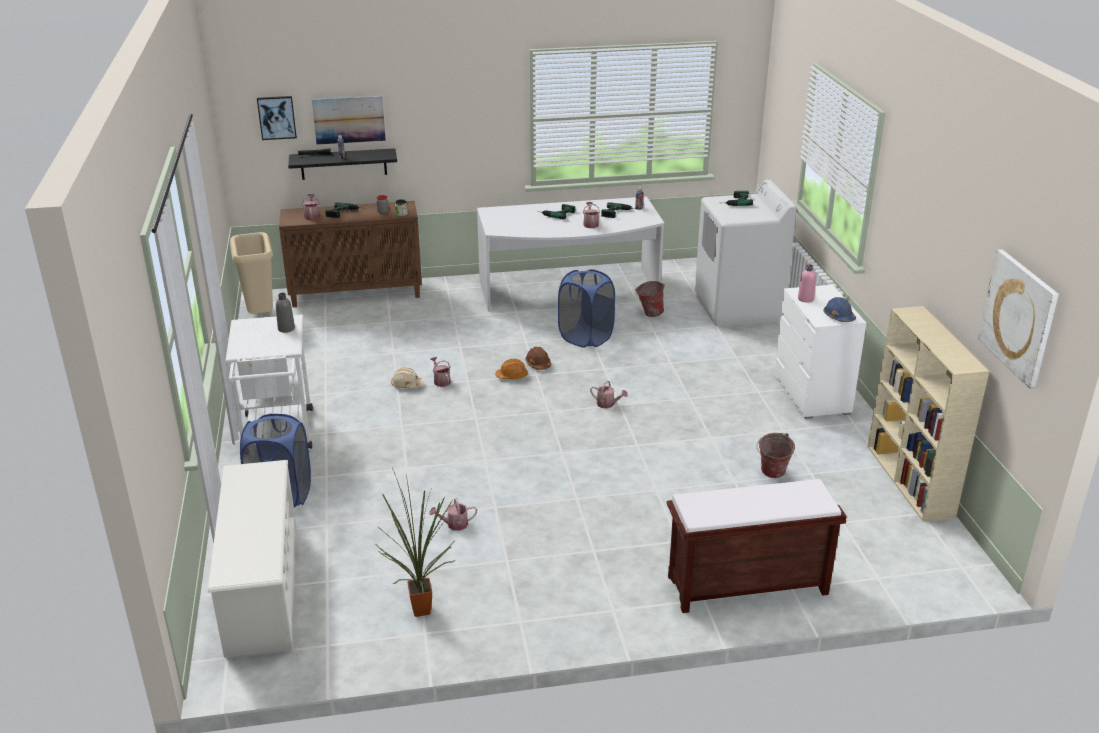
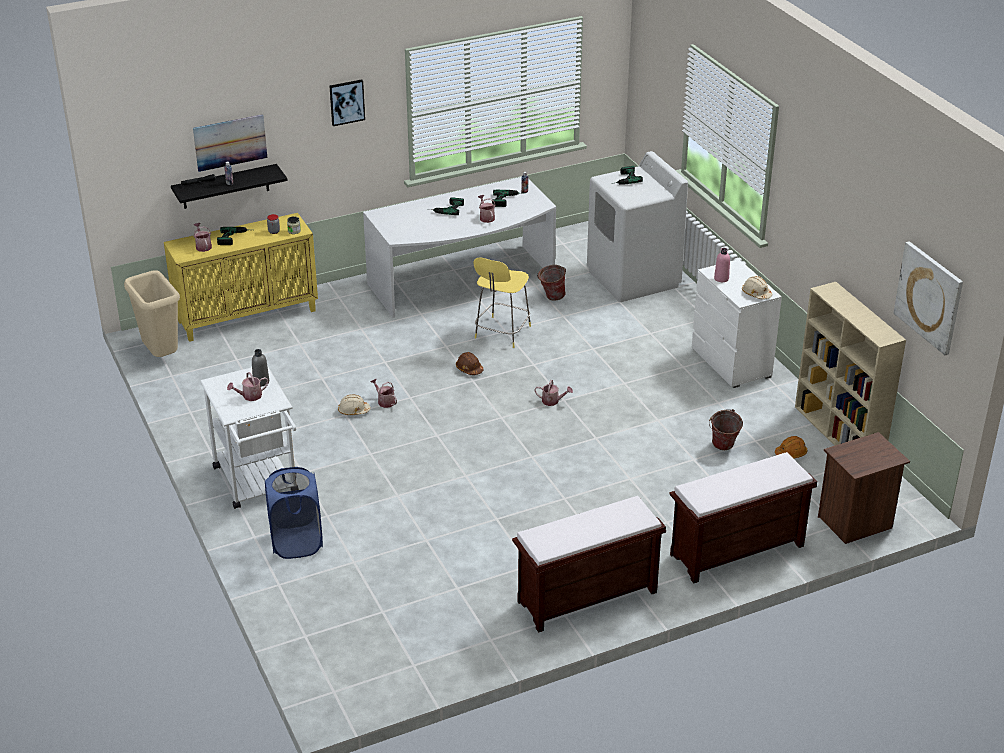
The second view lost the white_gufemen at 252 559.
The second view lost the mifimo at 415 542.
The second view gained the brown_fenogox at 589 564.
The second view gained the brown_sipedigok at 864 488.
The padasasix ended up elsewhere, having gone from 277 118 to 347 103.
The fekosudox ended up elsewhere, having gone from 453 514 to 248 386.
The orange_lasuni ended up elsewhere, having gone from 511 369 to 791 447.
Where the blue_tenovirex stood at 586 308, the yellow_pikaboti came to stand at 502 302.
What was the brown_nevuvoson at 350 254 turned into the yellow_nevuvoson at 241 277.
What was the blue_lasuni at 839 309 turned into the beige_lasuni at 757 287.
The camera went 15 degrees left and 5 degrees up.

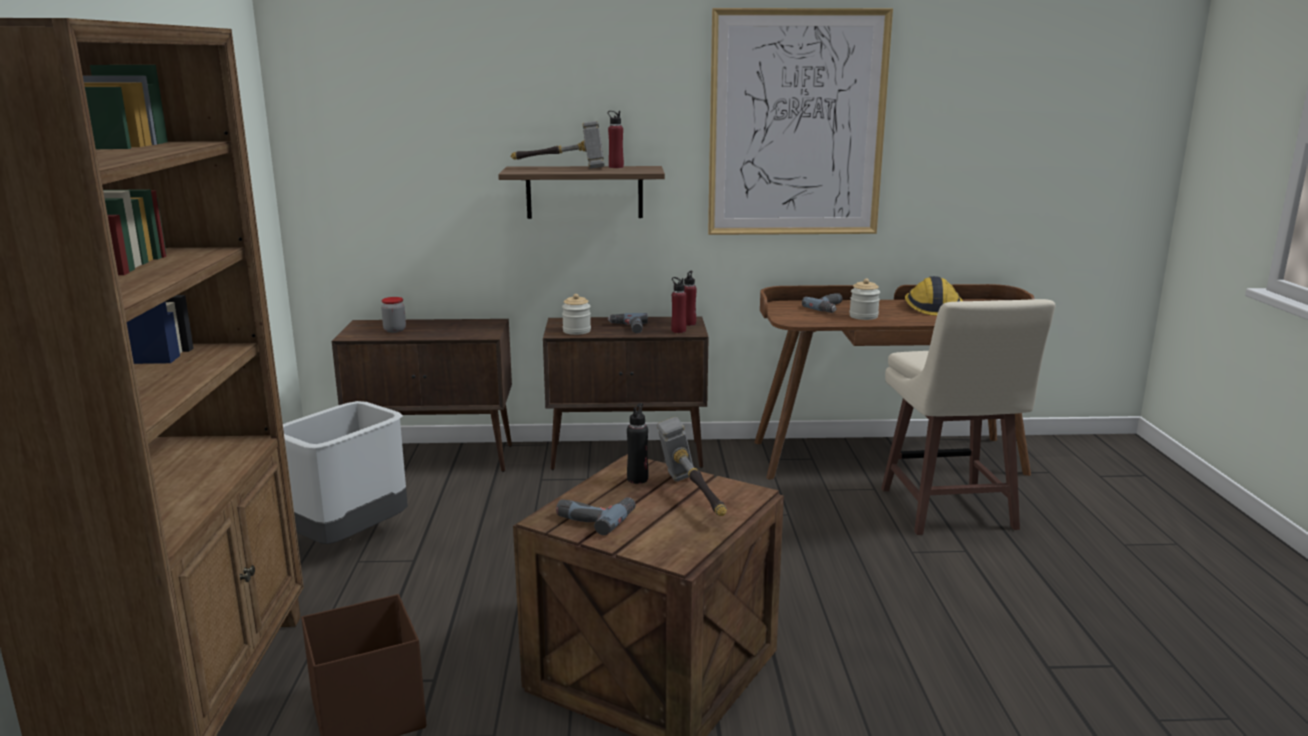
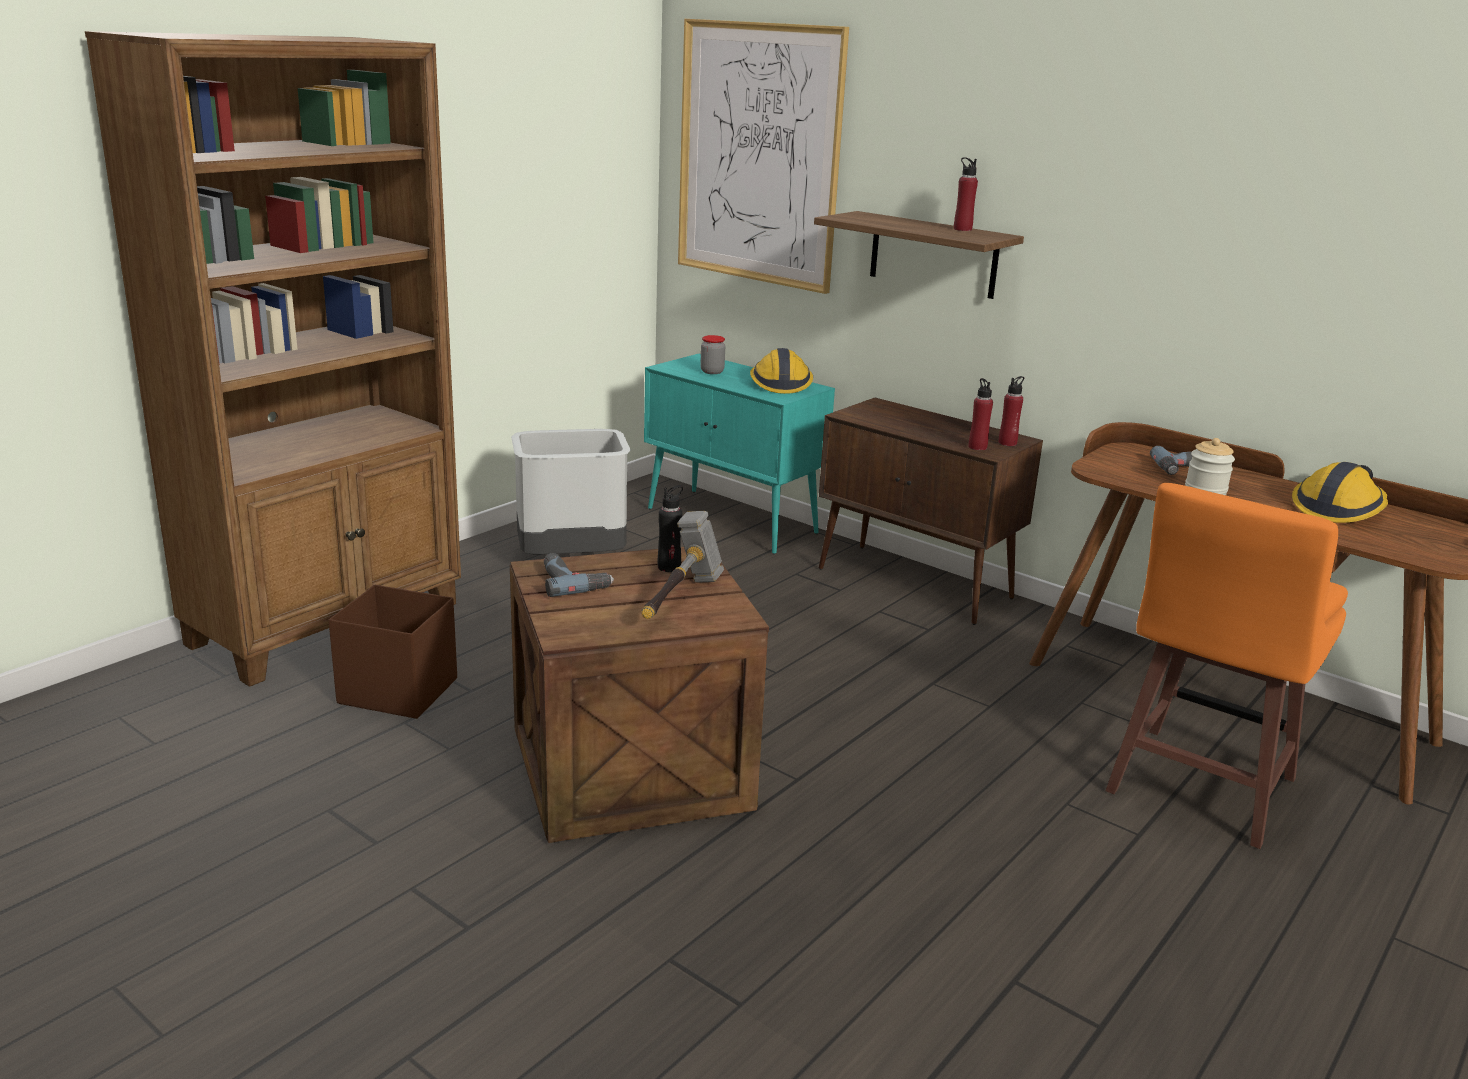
The second view lost the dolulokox at 557 144.
The second view lost the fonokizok at 576 314.
The second view lost the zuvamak at 628 323.
The second view gained the lasuni at 781 371.
The padasasix ended up elsewhere, having gone from 800 121 to 763 156.
What was the brown_nevuvoson at 422 395 turned into the turquoise_nevuvoson at 739 454.
What was the beige_pikaboti at 968 417 turned into the orange_pikaboti at 1226 666.
The camera went 40 degrees right and 5 degrees up.

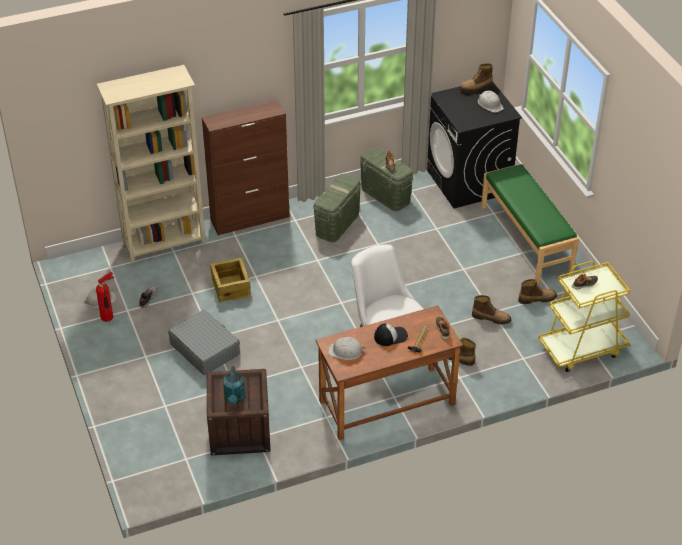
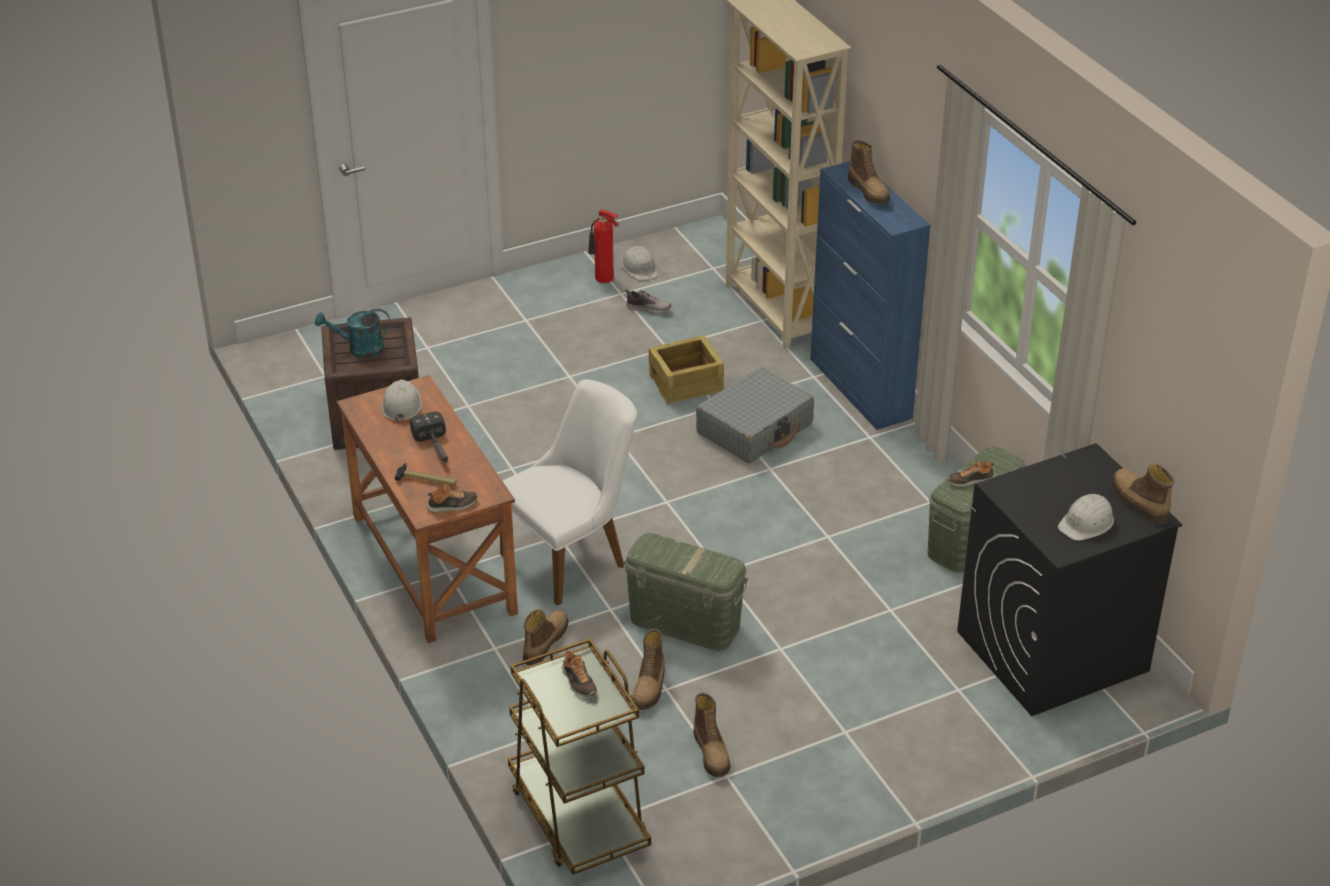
The second view lost the green_fenogox at 530 223.
The second view gained the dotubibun at 869 172.
The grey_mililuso ended up elsewhere, having gone from 204 342 to 755 415.
The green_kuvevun ended up elsewhere, having gone from 337 208 to 685 592.
Where the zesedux stood at 391 334, the dolulokox came to stand at 429 437.
What was the brown_nevuvoson at 245 167 turned into the blue_nevuvoson at 870 295.
What was the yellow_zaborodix at 584 316 turned into the brown_zaborodix at 579 756.
The camera went 85 degrees right and 5 degrees down.

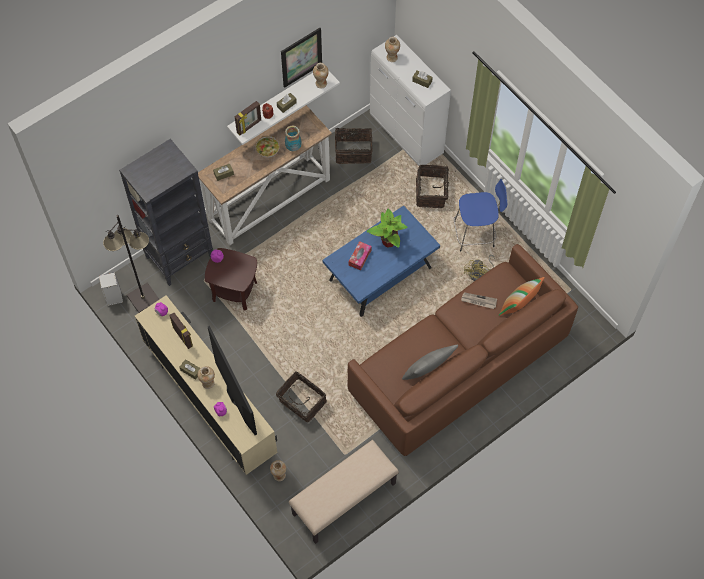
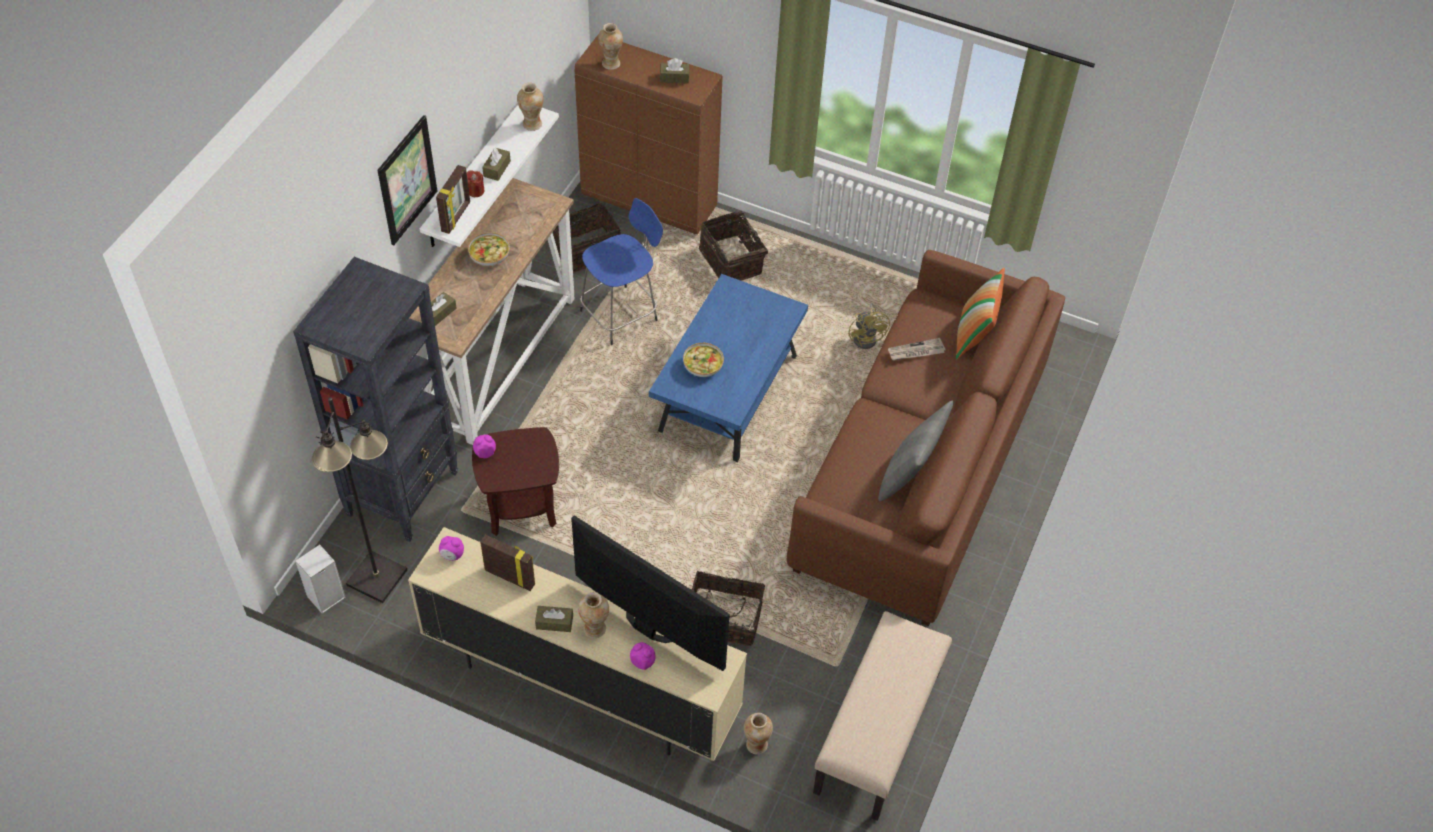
The second view lost the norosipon at 293 138.
The second view lost the mifimo at 387 228.
The padasasix ended up elsewhere, having gone from 301 58 to 407 180.
The blue_pikaboti ended up elsewhere, having gone from 480 215 to 621 271.
Where the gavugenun stood at 360 255, the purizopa came to stand at 703 360.
What was the white_nevuvoson at 410 100 turned into the brown_nevuvoson at 649 135.
The camera went 30 degrees left and 10 degrees down.

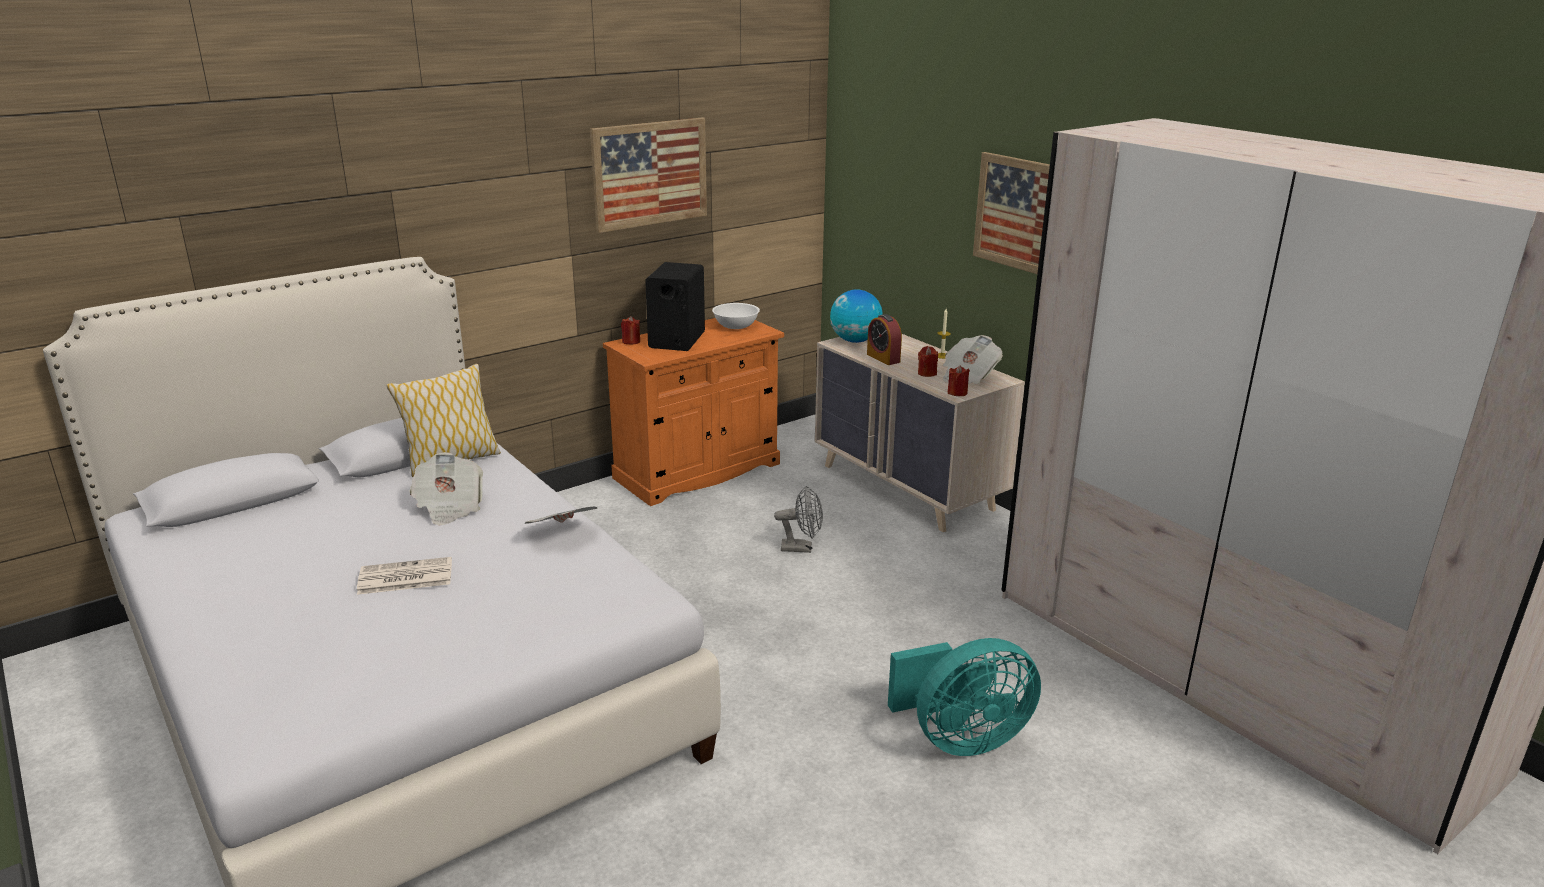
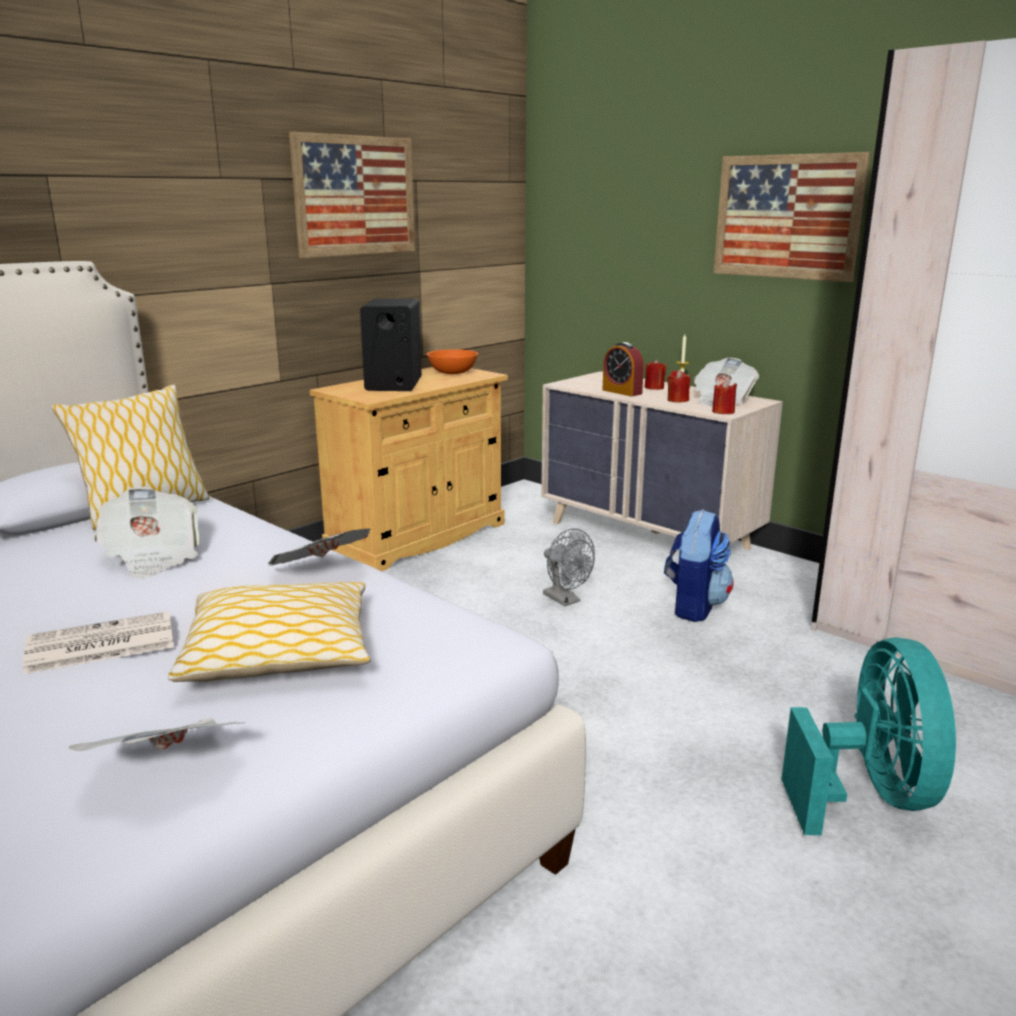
The second view lost the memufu at 856 316.
The second view gained the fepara at 153 734.
The second view gained the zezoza at 269 632.
The second view gained the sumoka at 699 565.
The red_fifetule ended up elsewhere, having gone from 630 330 to 655 375.
What was the orange_nevuvoson at 693 412 turned into the beige_nevuvoson at 408 469.
What was the white_purizopa at 736 316 turned into the orange_purizopa at 452 361.
The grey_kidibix at 798 519 ended up facing another way, 60 degrees clockwise from before.
The turquoise_kidibix at 964 697 ended up facing another way, 60 degrees counterclockwise from before.
The camera went 10 degrees left and 5 degrees down.

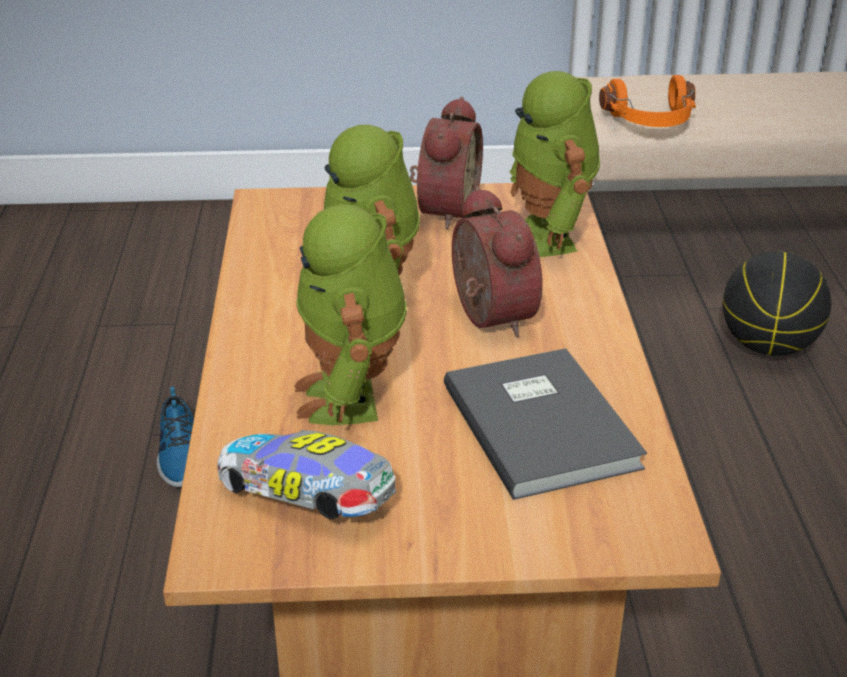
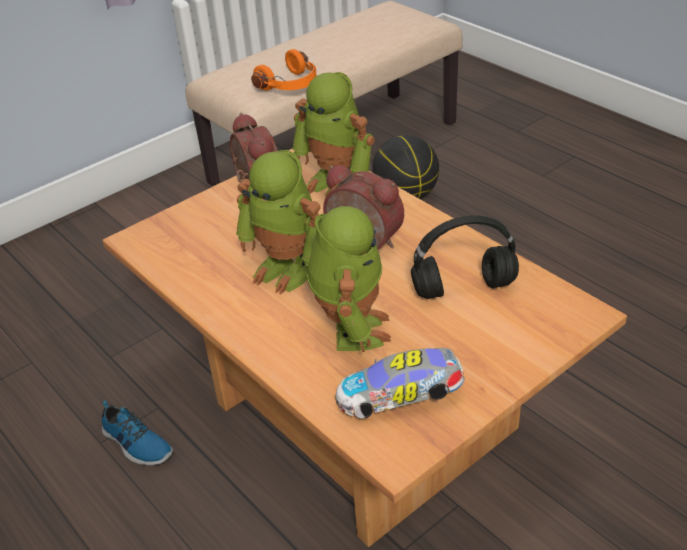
Where the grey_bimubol stood at 545 424, the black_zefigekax came to stand at 465 257.
The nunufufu at 351 314 ended up facing another way, 135 degrees counterclockwise from before.
The camera went 35 degrees left and 5 degrees up.

